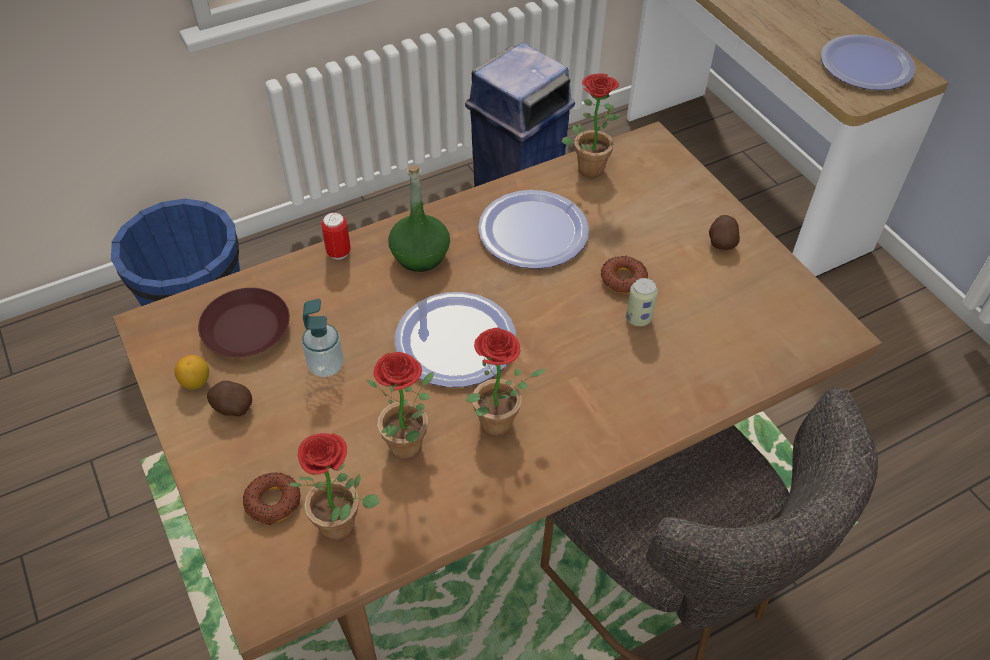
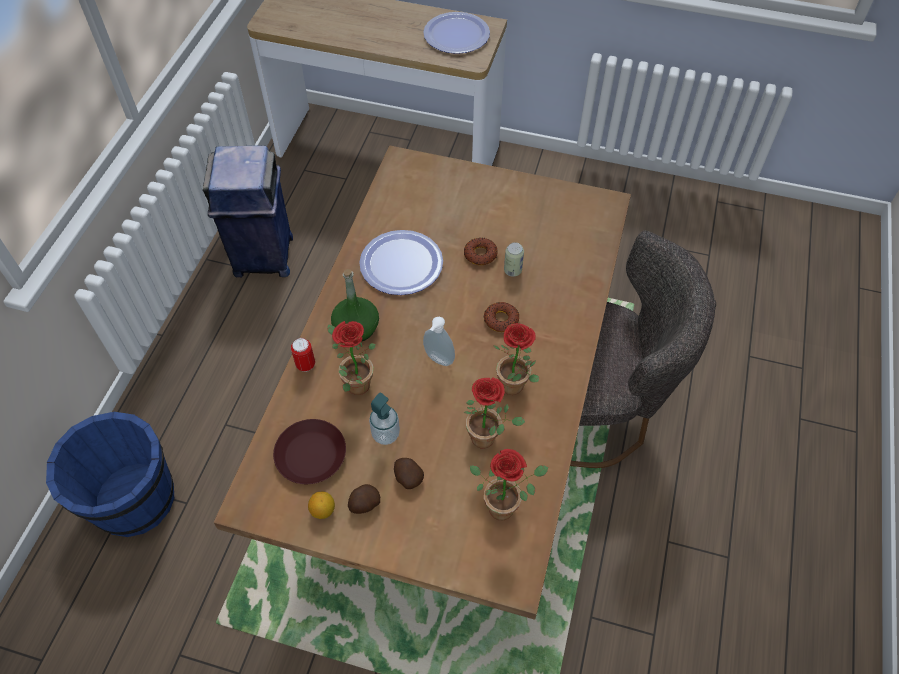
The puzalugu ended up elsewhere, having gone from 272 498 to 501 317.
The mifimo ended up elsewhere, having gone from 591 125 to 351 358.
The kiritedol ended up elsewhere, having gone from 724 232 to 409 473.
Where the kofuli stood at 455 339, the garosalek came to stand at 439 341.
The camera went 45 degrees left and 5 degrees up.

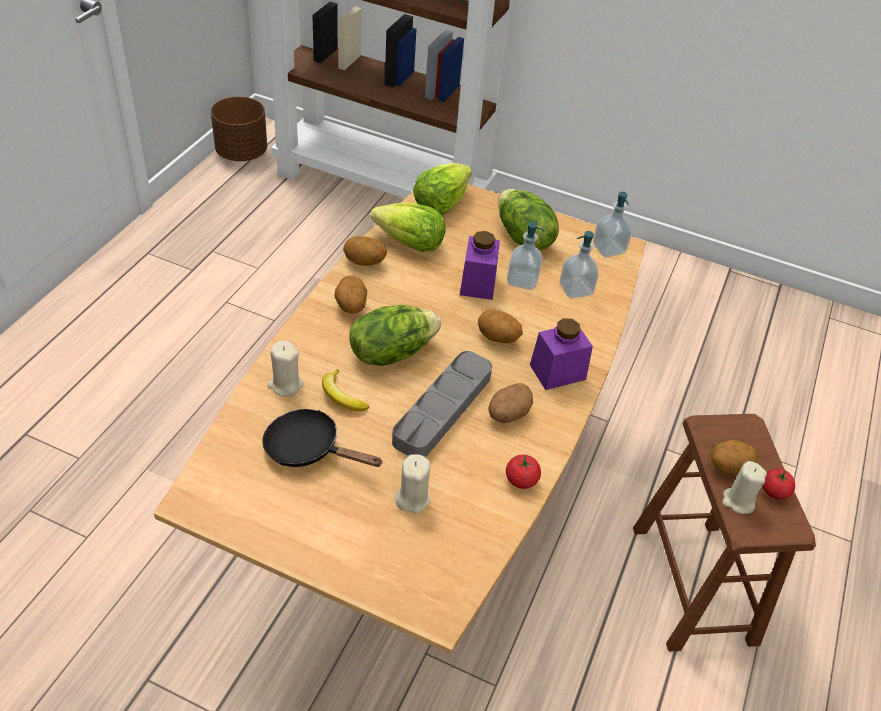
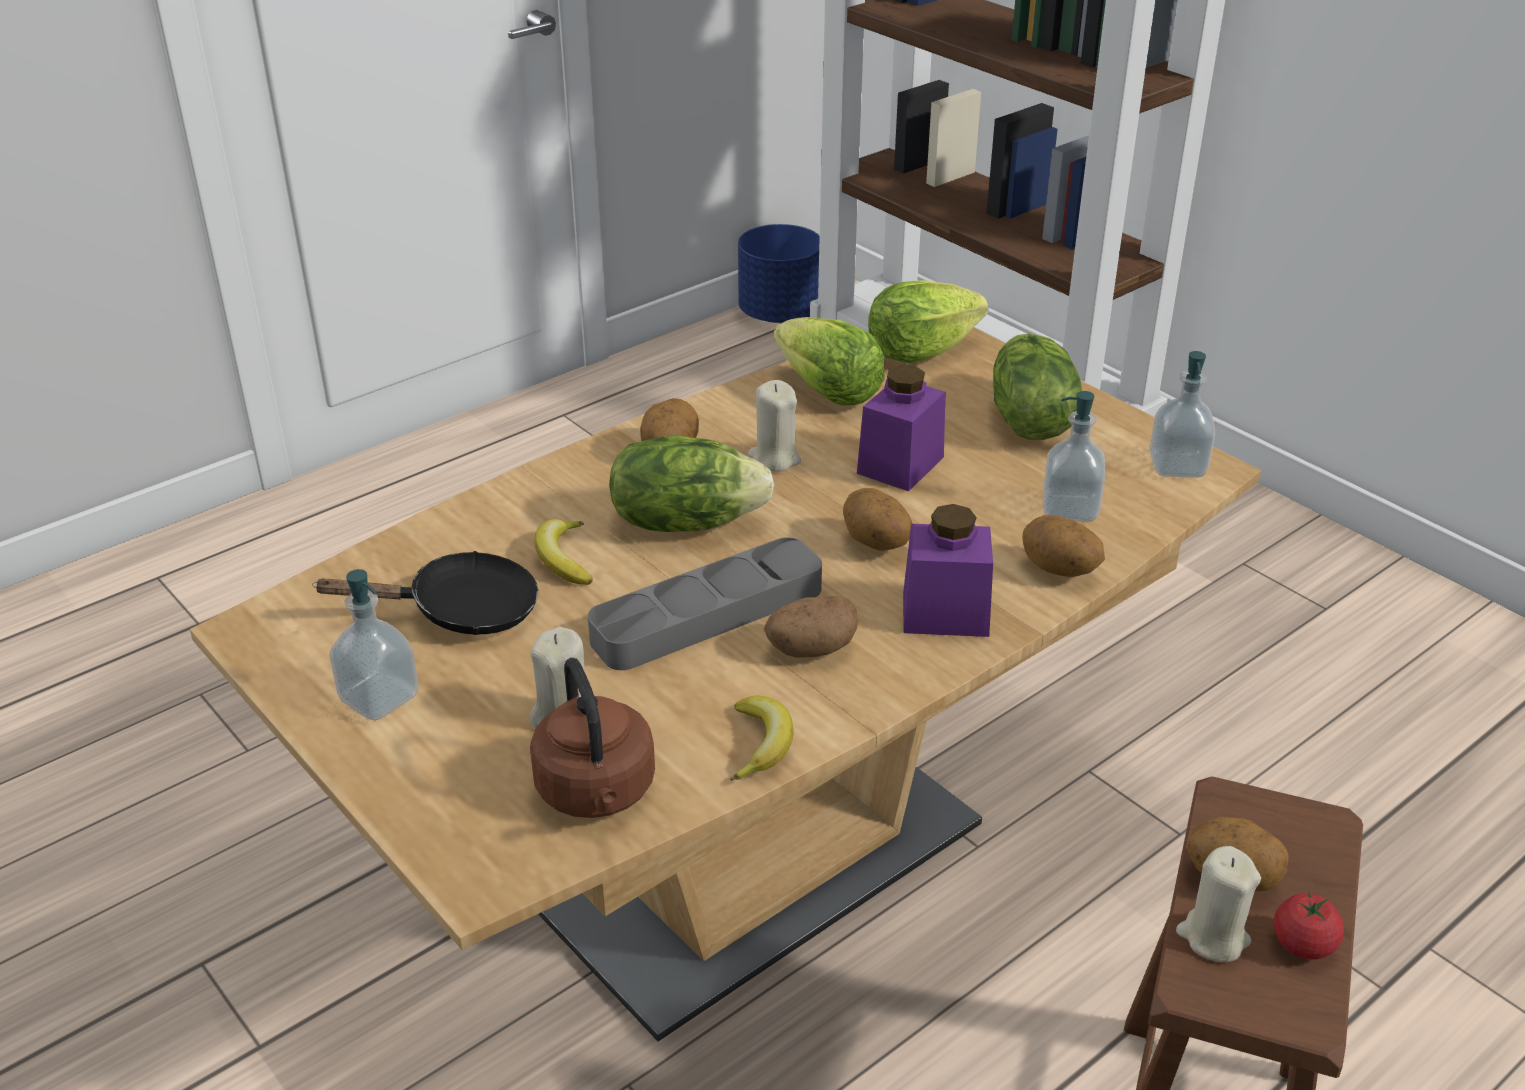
The second view gained the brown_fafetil at 592 738.
The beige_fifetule ended up elsewhere, having gone from 285 368 to 774 426.
The kiritedol ended up elsewhere, having gone from 365 251 to 1063 546.
The garosalek ended up elsewhere, having gone from 525 256 to 374 645.
Where the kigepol stood at 523 471, the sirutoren came to stand at 762 738.
What was the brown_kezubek at 239 128 turned into the blue_kezubek at 779 273.
The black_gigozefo at 322 438 ended up facing another way, 120 degrees clockwise from before.
The camera went 30 degrees right and 10 degrees down.

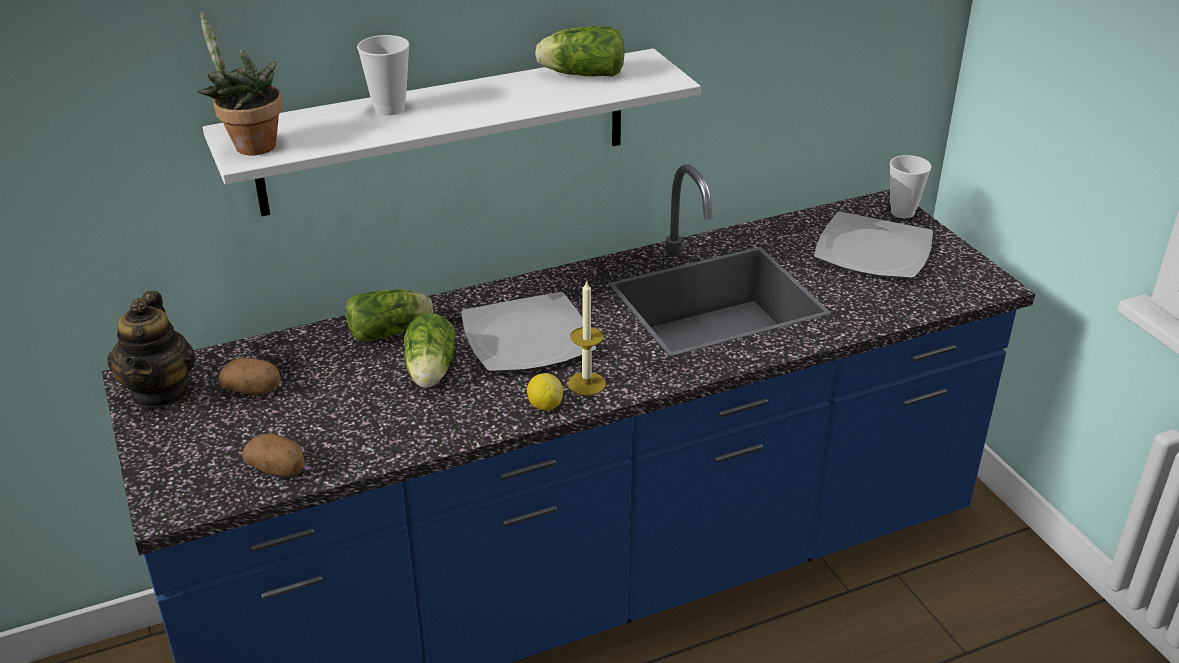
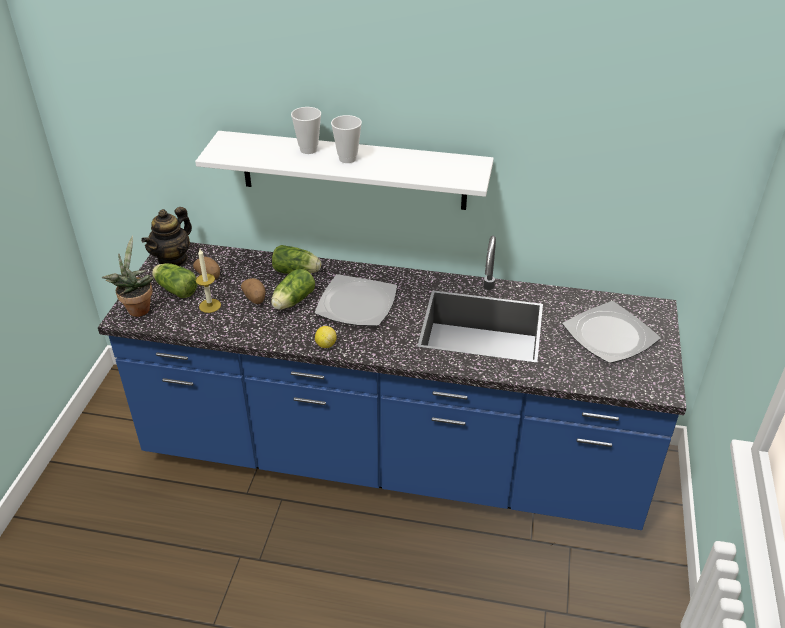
The mifimo ended up elsewhere, having gone from 240 83 to 128 276.
The kiritedol ended up elsewhere, having gone from 273 455 to 253 291.
The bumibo ended up elsewhere, having gone from 580 51 to 175 280.
The fifetule ended up elsewhere, having gone from 587 338 to 208 281.
The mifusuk ended up elsewhere, having gone from 911 186 to 346 139.
The camera went 35 degrees right and 5 degrees up.

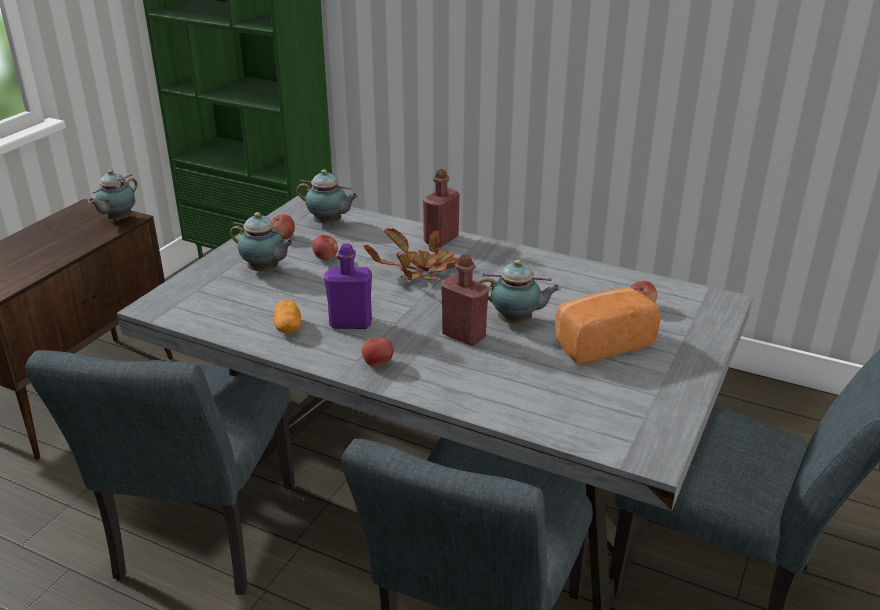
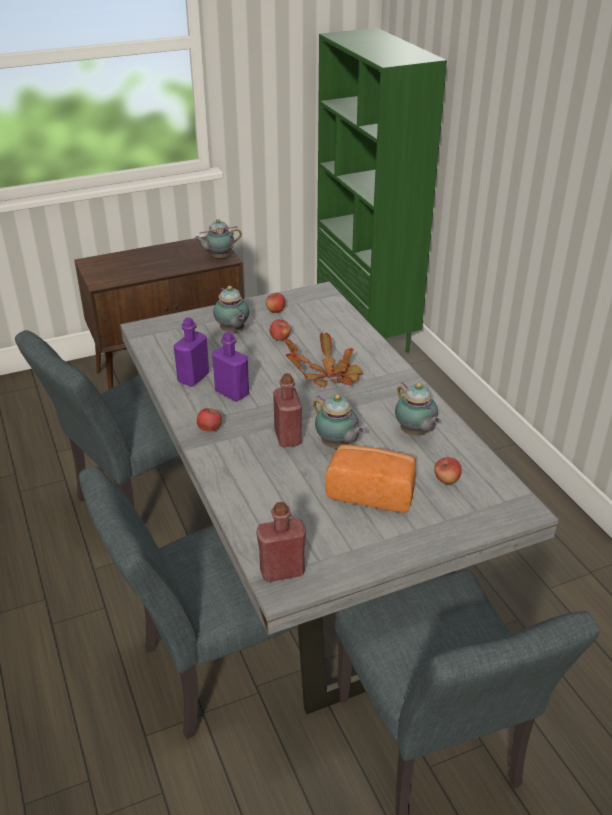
The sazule ended up elsewhere, having gone from 327 197 to 418 409.
The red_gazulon ended up elsewhere, having gone from 441 208 to 281 542.
Where the kiritedol stood at 287 316, the purple_gazulon came to stand at 191 352.
The camera went 40 degrees right and 5 degrees up.

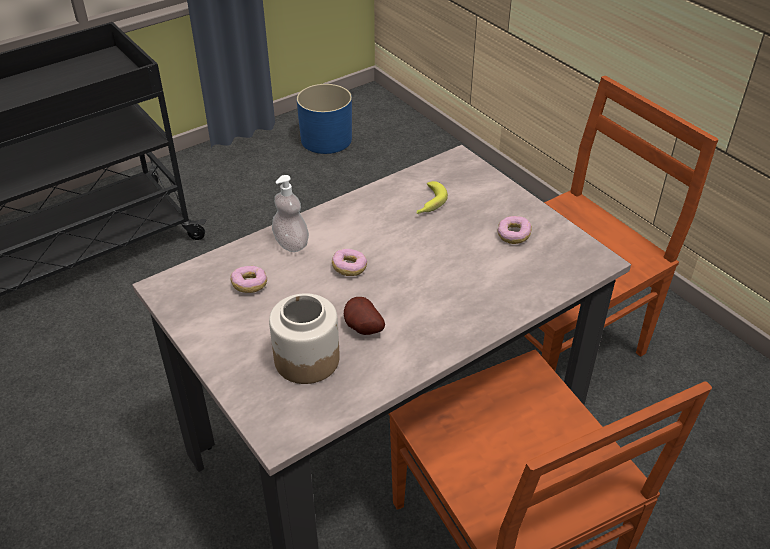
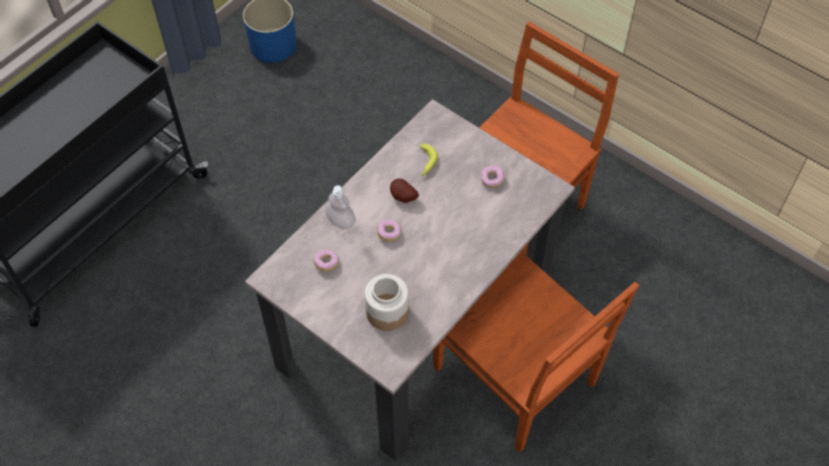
The kiritedol ended up elsewhere, having gone from 364 316 to 404 191.
The camera went 15 degrees left and 15 degrees up.

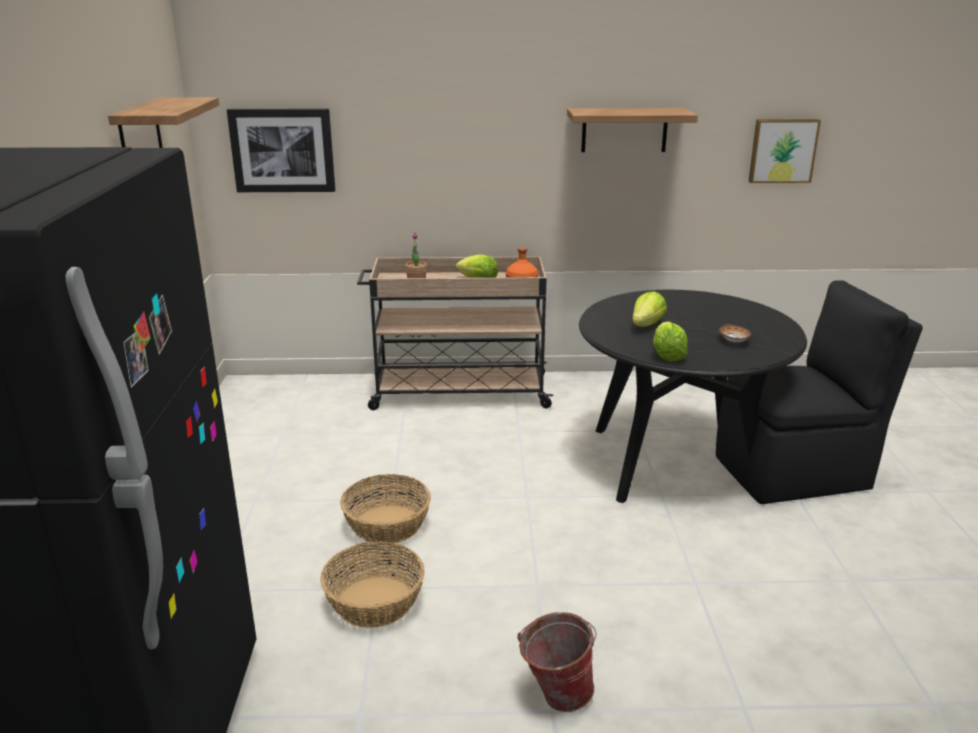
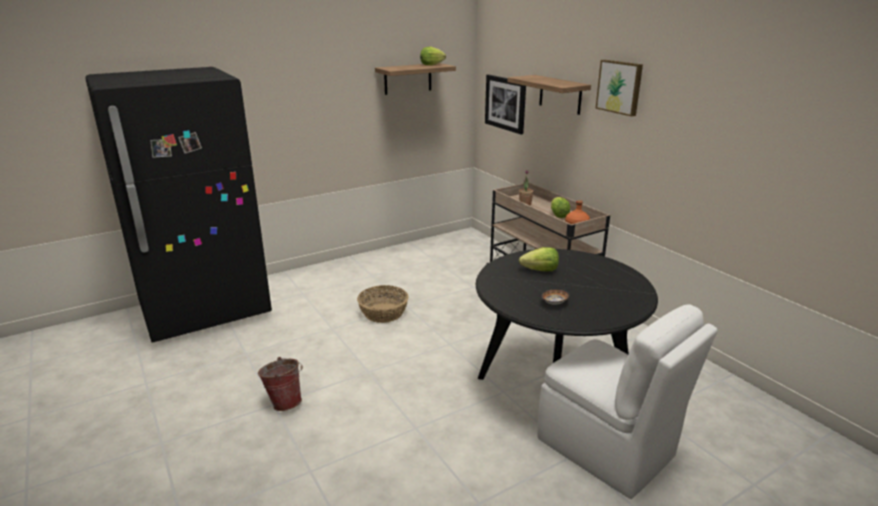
The second view lost the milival at 373 584.
The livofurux ended up elsewhere, having gone from 632 130 to 549 95.
The bumibo ended up elsewhere, having gone from 670 341 to 433 56.
The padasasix ended up elsewhere, having gone from 784 151 to 619 88.
What was the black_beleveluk at 819 392 turned into the white_beleveluk at 627 402.
The camera went 60 degrees right and 0 degrees up.

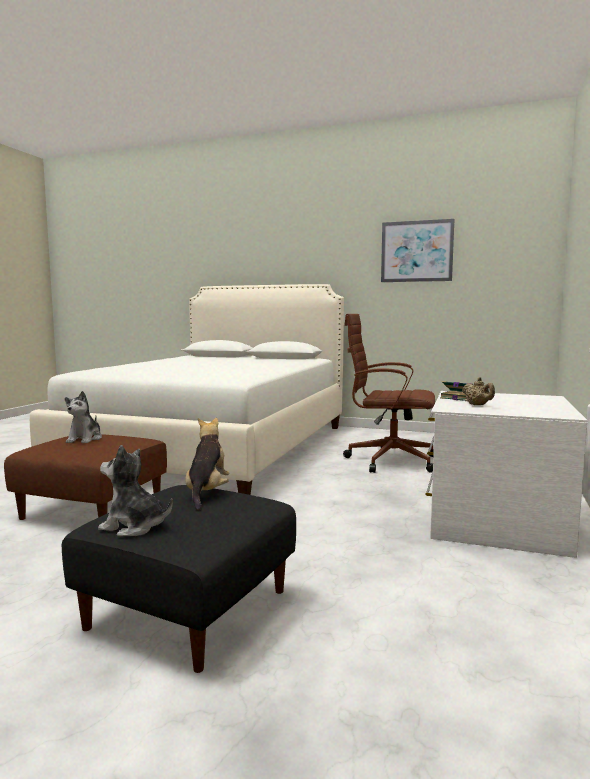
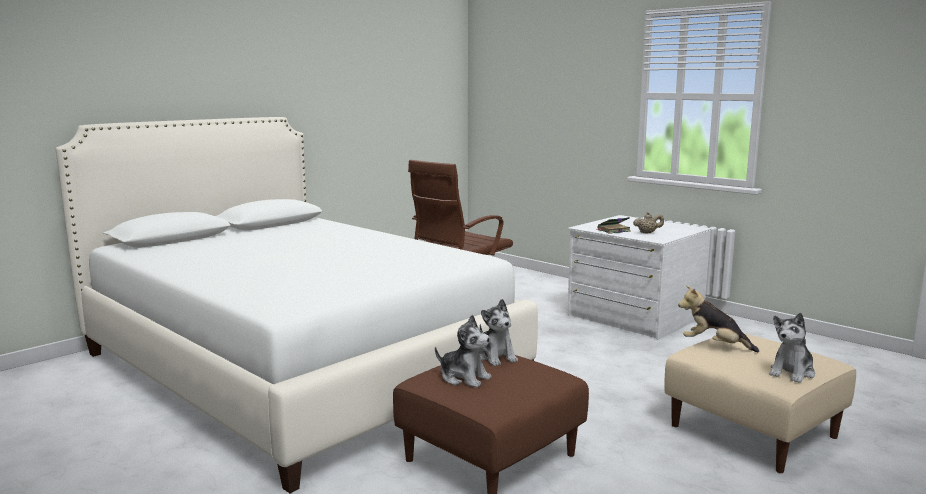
The second view lost the padasasix at 417 250.
The second view gained the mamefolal at 498 332.
What was the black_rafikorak at 179 579 turned into the beige_rafikorak at 760 403.
The camera went 65 degrees left and 5 degrees up.

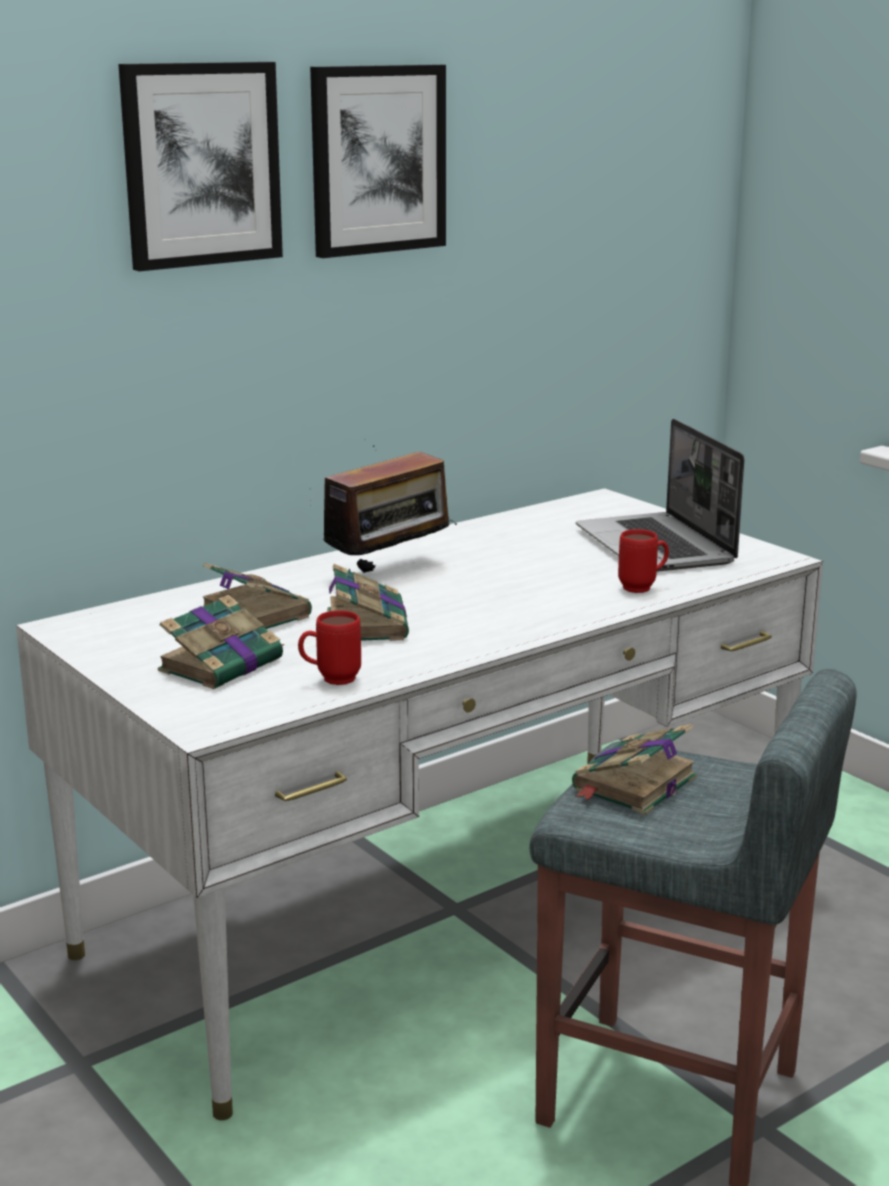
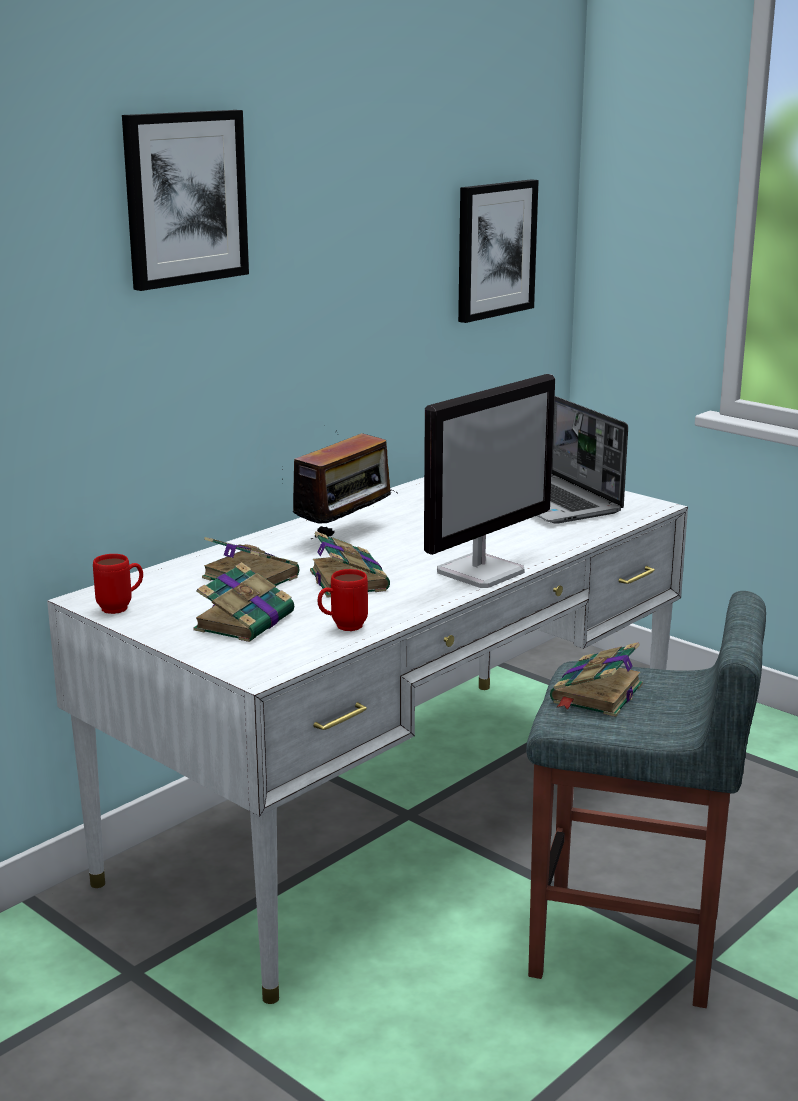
The second view gained the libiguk at 489 481.
The padasasix ended up elsewhere, having gone from 378 161 to 498 251.
The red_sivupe ended up elsewhere, having gone from 643 561 to 118 584.
The camera went 10 degrees left and 0 degrees up.

